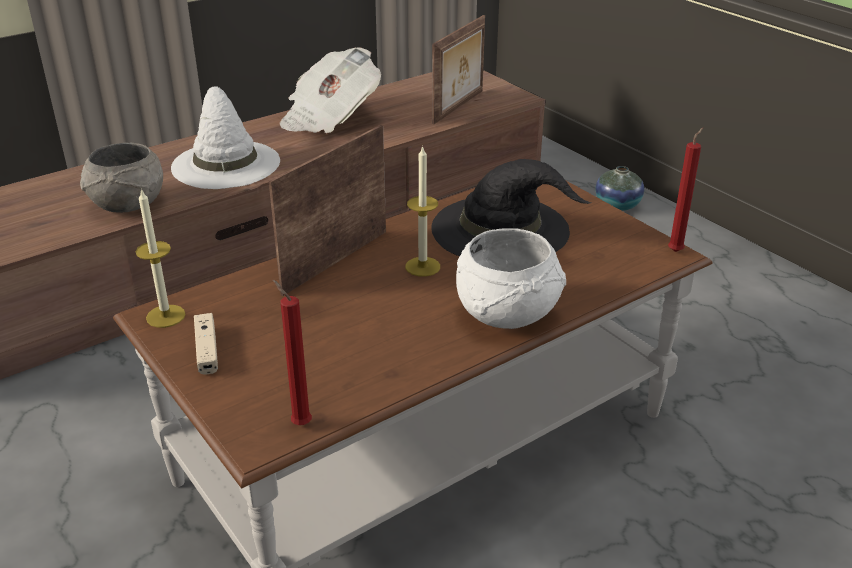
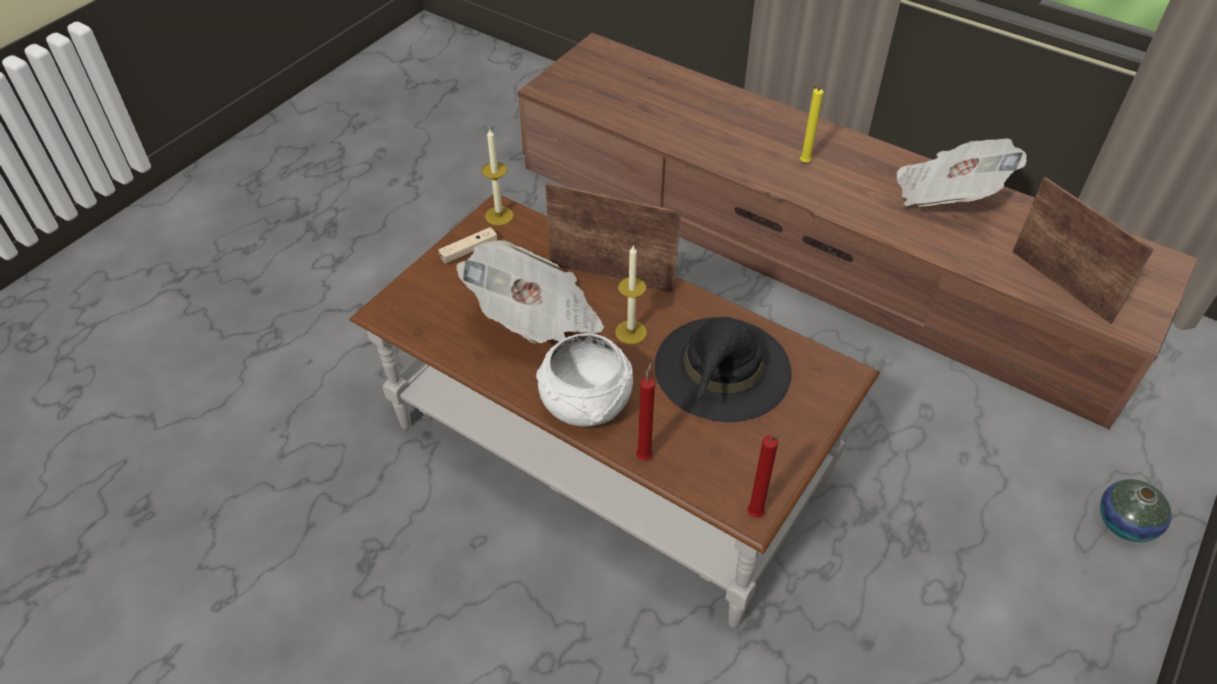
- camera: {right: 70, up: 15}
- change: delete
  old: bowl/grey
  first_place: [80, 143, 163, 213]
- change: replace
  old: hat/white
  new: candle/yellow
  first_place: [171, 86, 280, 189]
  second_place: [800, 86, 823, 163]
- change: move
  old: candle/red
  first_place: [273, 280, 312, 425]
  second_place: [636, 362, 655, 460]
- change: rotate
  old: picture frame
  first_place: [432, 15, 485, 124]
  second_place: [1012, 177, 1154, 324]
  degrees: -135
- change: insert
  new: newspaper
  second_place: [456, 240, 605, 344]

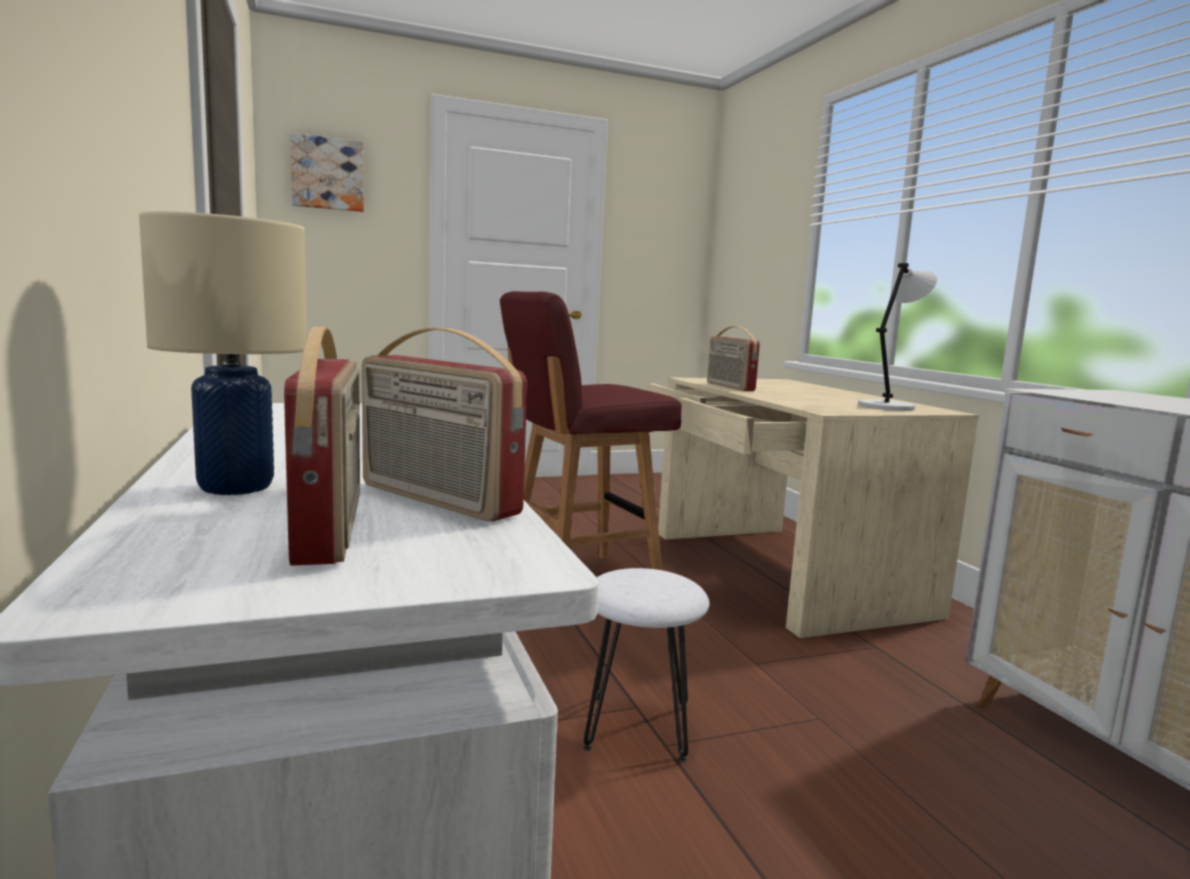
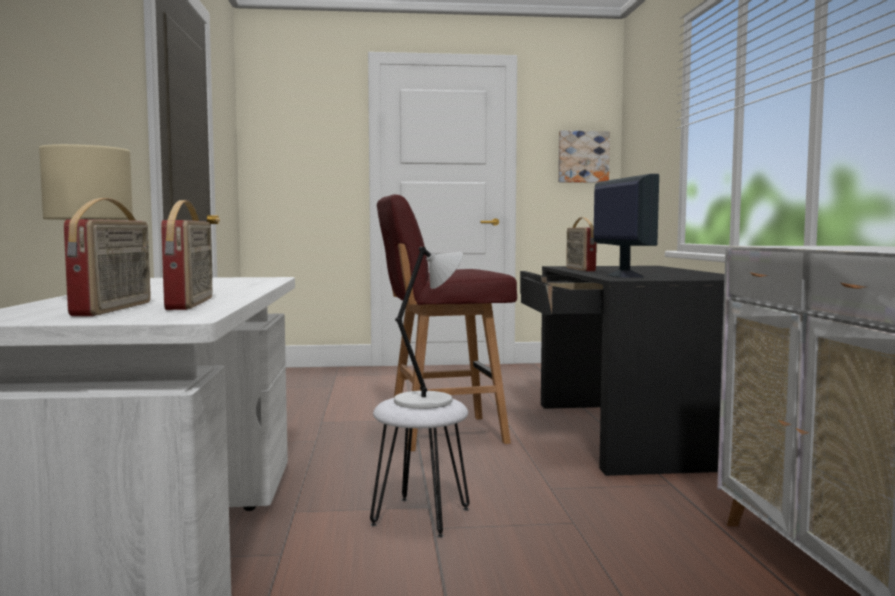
- camera: {right: 15, up: -5}
- change: move
  old: picture
  first_place: [290, 133, 364, 212]
  second_place: [558, 130, 610, 183]
- change: rotate
  old: radio
  first_place: [362, 328, 527, 521]
  second_place: [161, 200, 212, 310]
  degrees: -150
- change: recolor
  old: desk/beige
  new: desk/black
  first_place: [648, 377, 979, 638]
  second_place: [520, 266, 725, 476]
- change: move
  old: table lamp/grey
  first_place: [858, 263, 937, 411]
  second_place: [394, 247, 463, 409]
- change: insert
  new: monitor
  second_place: [594, 174, 659, 278]

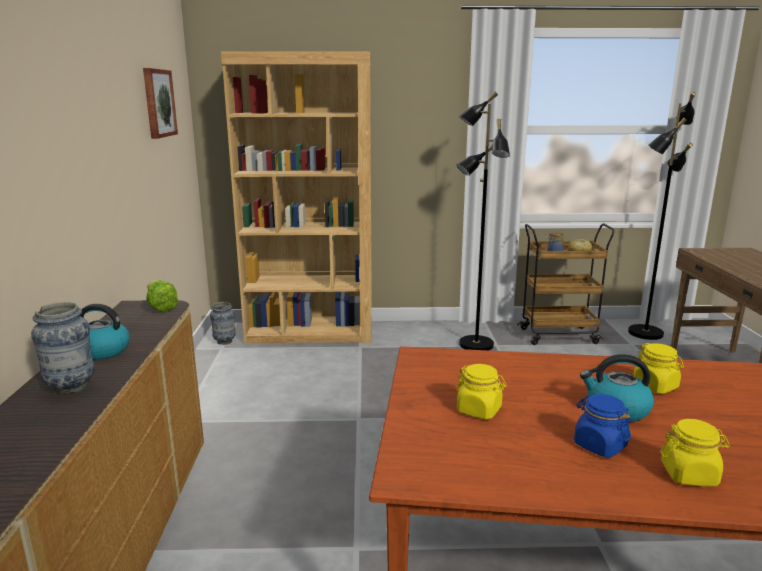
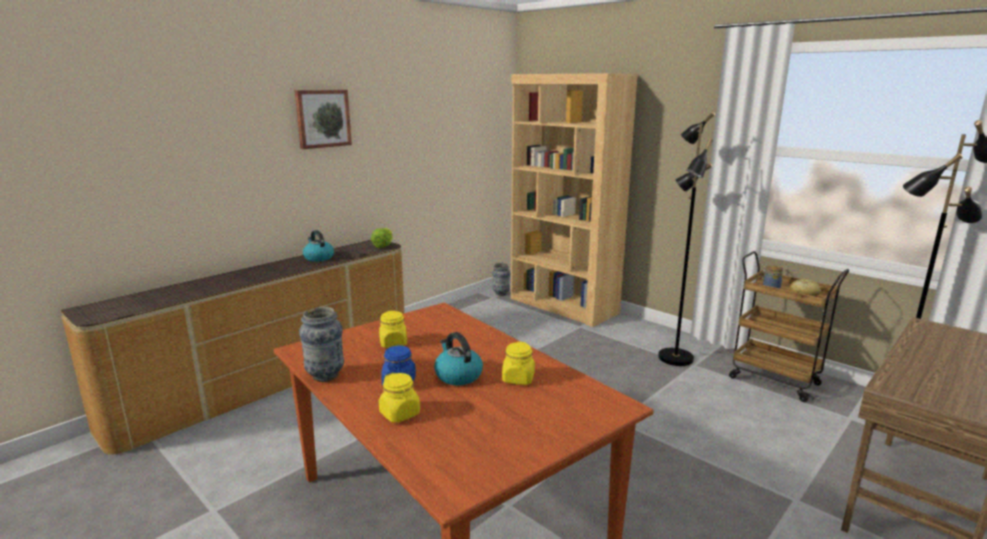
- camera: {right: 45, up: 0}
- change: move
  old: vase
  first_place: [31, 302, 95, 395]
  second_place: [299, 307, 344, 382]
- change: move
  old: picture
  first_place: [143, 68, 178, 139]
  second_place: [295, 90, 352, 149]

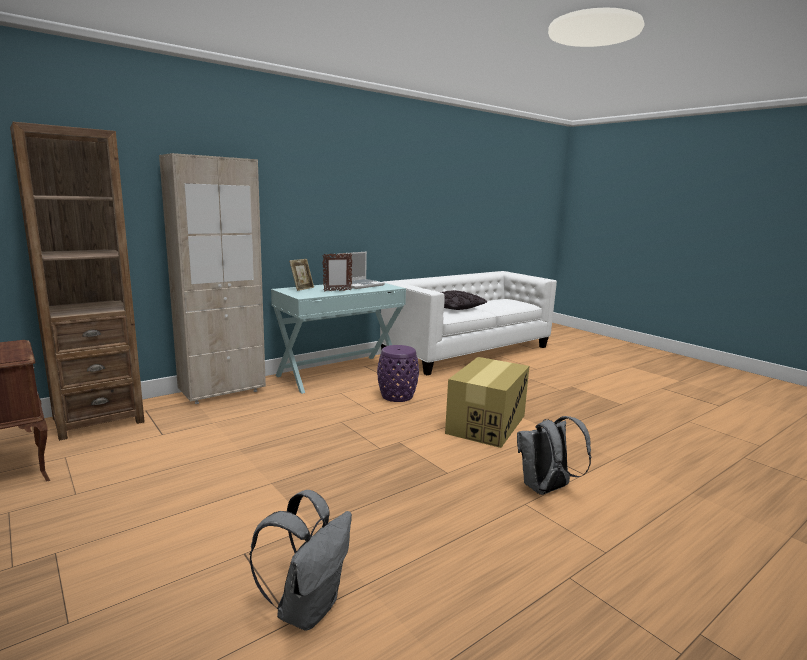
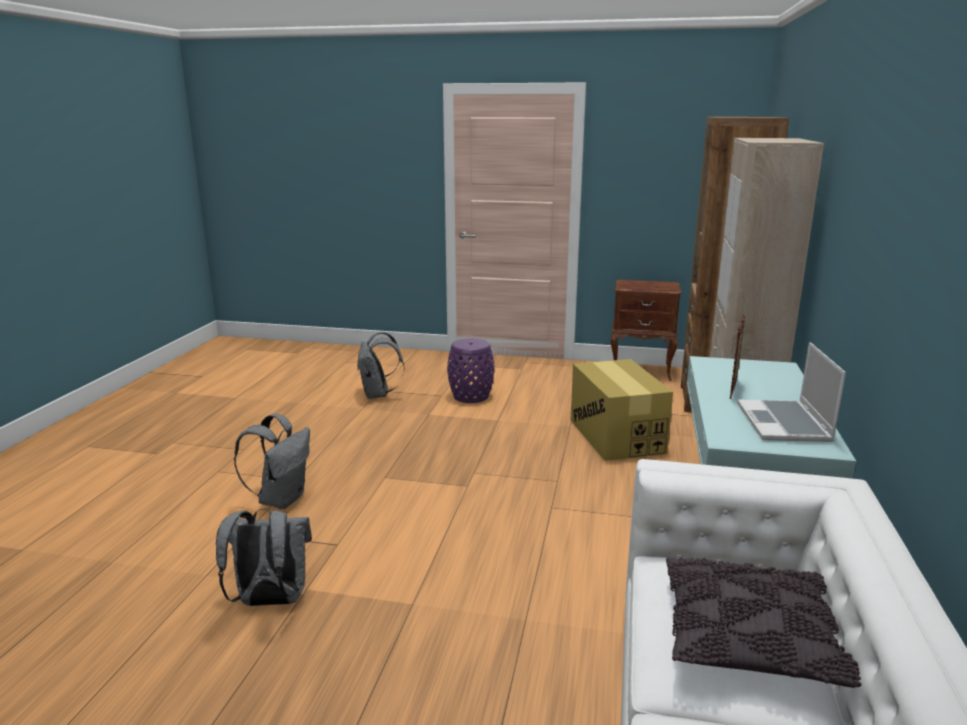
- camera: {right: 140, up: 5}
- change: delete
  old: picture frame
  first_place: [289, 259, 314, 291]
- change: move
  old: stool/purple
  first_place: [377, 345, 419, 402]
  second_place: [447, 338, 495, 403]
- change: move
  old: cardboard box
  first_place: [445, 357, 529, 448]
  second_place: [571, 359, 673, 461]
- change: insert
  new: backpack/grey
  second_place: [216, 509, 312, 606]

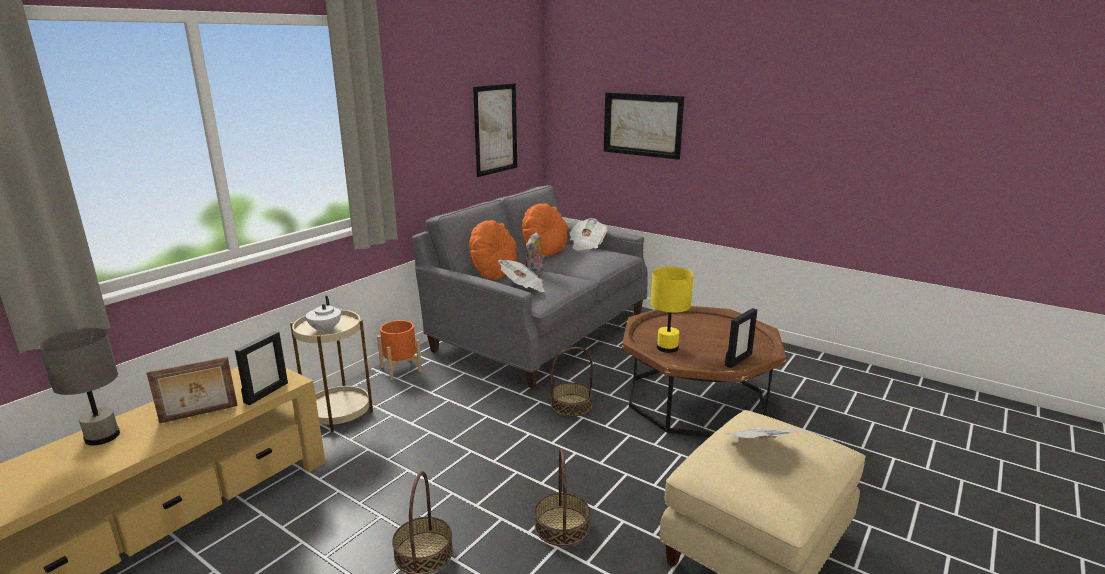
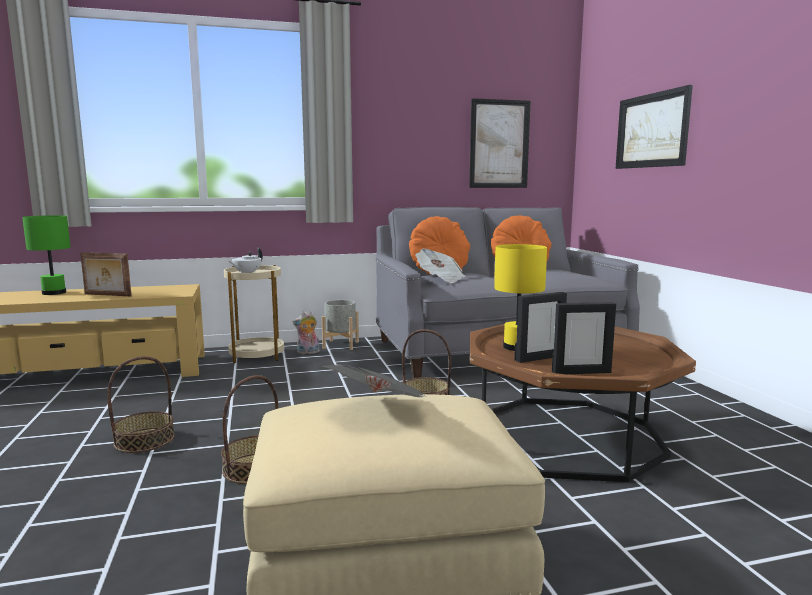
- camera: {right: 40, up: -10}
- change: recolor
  old: table lamp/grey
  new: table lamp/green
  first_place: [39, 328, 120, 446]
  second_place: [23, 215, 70, 295]
- change: move
  old: picture frame
  first_place: [235, 331, 288, 405]
  second_place: [514, 292, 567, 363]
- change: recolor
  old: planter/orange
  new: planter/grey
  first_place: [377, 320, 422, 380]
  second_place: [322, 300, 359, 350]
- change: move
  old: plush toy
  first_place: [526, 232, 544, 276]
  second_place: [293, 311, 320, 354]
- change: delete
  old: newspaper
  first_place: [569, 218, 608, 250]

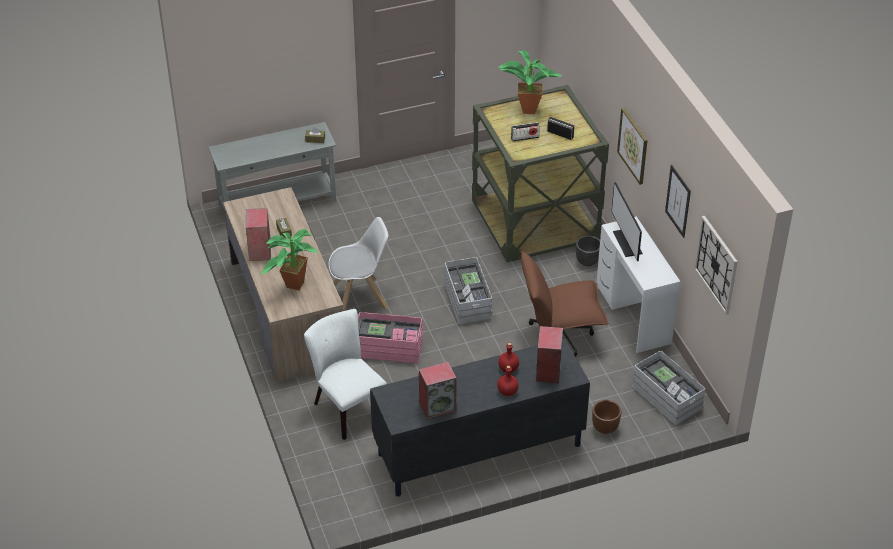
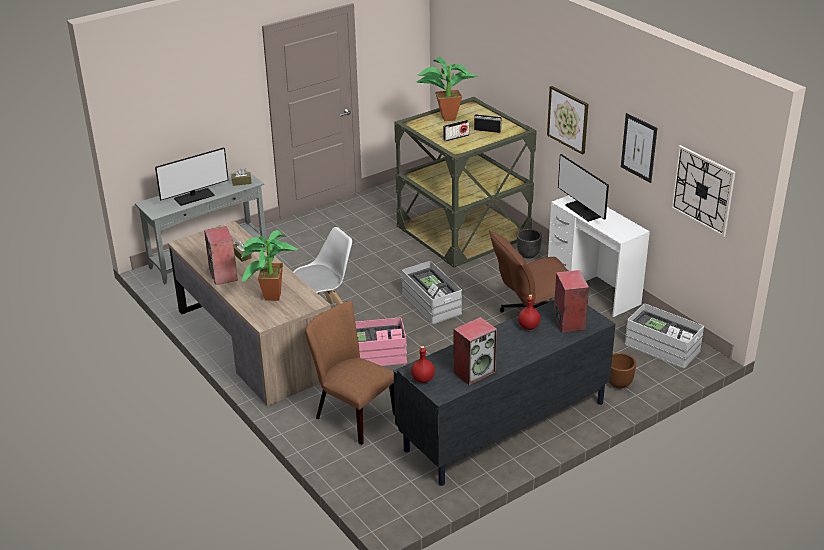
- camera: {right: -15, up: -10}
- change: recolor
  old: chair/white
  new: chair/brown
  first_place: [304, 309, 387, 440]
  second_place: [305, 300, 395, 445]
- change: move
  old: bottle/red
  first_place: [497, 366, 519, 396]
  second_place: [411, 346, 435, 383]
- change: insert
  new: monitor
  second_place: [155, 148, 228, 206]

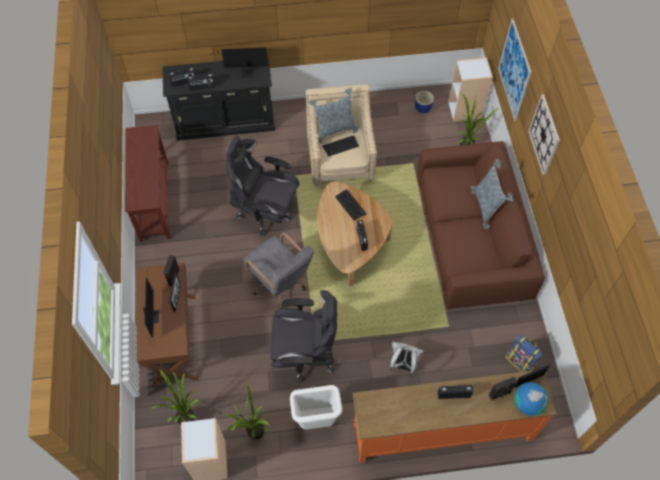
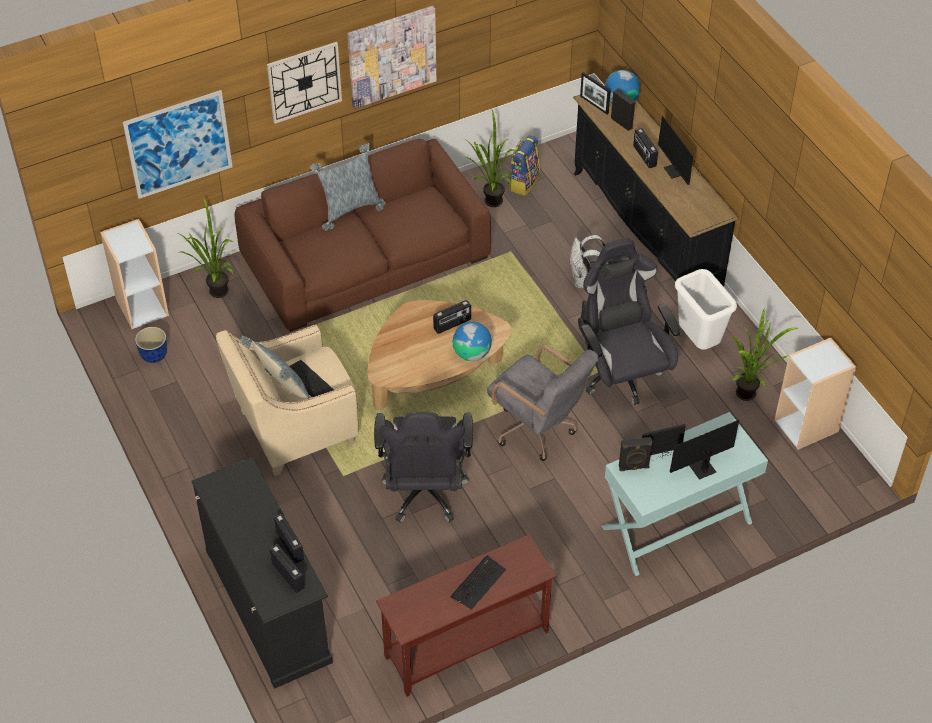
- camera: {right: -110, up: -10}
- change: recolor
  old: desk/brown
  new: desk/turquoise
  first_place: [136, 263, 199, 386]
  second_place: [601, 412, 768, 576]
- change: move
  old: potted plant
  first_place: [151, 369, 198, 425]
  second_place: [464, 108, 517, 207]
- change: move
  old: monitor
  first_place: [210, 47, 268, 78]
  second_place: [658, 116, 699, 185]
- change: rotate
  old: office chair/grey
  first_place: [243, 232, 314, 309]
  second_place: [487, 344, 598, 461]
  degrees: 105
- change: move
  old: keyboard
  first_place: [335, 189, 367, 221]
  second_place: [451, 556, 506, 610]
- change: recolor
  old: dresser/orange
  new: dresser/black
  first_place: [352, 371, 557, 463]
  second_place: [573, 95, 738, 287]
- change: insert
  new: picture
  second_place: [347, 6, 436, 109]
- change: insert
  new: globe
  second_place: [453, 322, 492, 361]

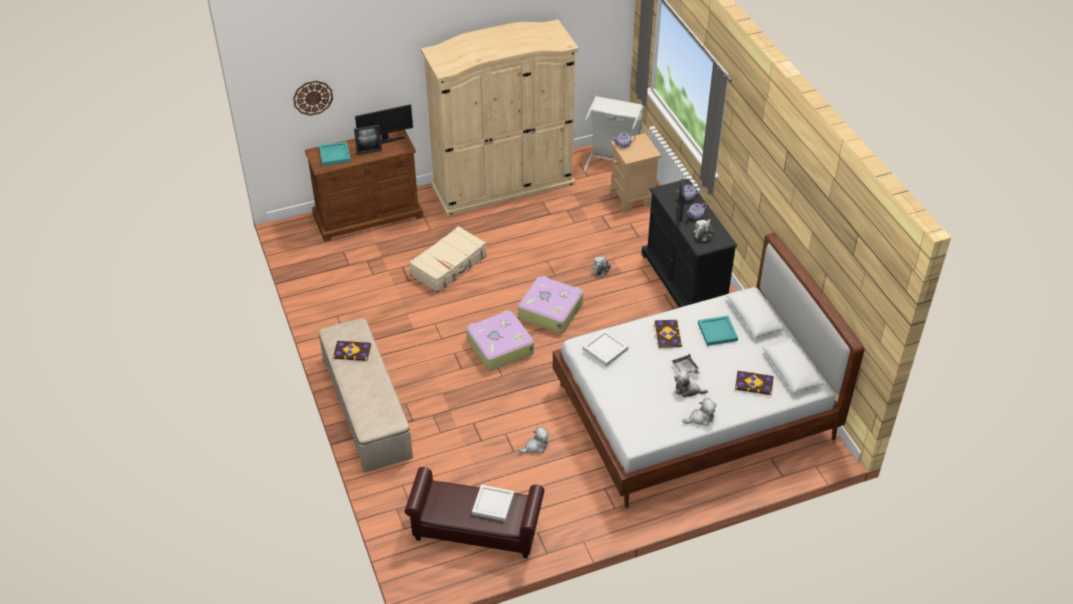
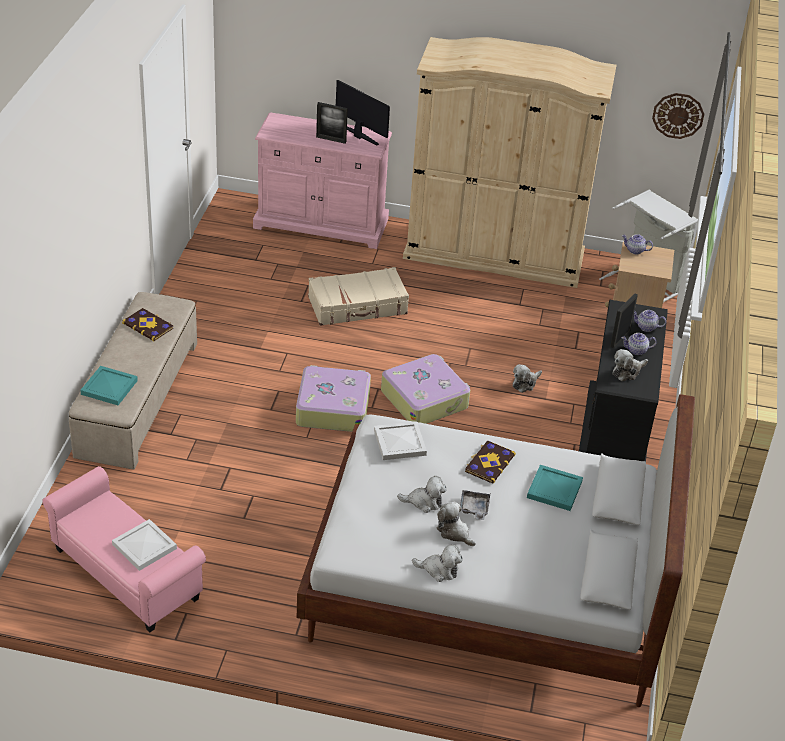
- camera: {right: 30, up: -5}
- change: move
  old: wall clock
  first_place: [293, 81, 333, 116]
  second_place: [652, 93, 704, 139]
- change: recolor
  old: dresser/brown
  new: dresser/pink
  first_place: [305, 130, 423, 242]
  second_place: [253, 112, 392, 249]
- change: move
  old: tray/turquoise
  first_place: [319, 141, 351, 166]
  second_place: [80, 366, 138, 405]
- change: rotate
  old: monitor
  first_place: [355, 104, 413, 144]
  second_place: [336, 80, 390, 146]
  degrees: -150
- change: recolor
  old: ottoman/brown
  new: ottoman/pink
  first_place: [405, 467, 545, 558]
  second_place: [42, 466, 206, 632]
- change: move
  old: plush toy
  first_place: [519, 426, 549, 454]
  second_place: [397, 476, 447, 513]
- change: delete
  old: book
  first_place: [735, 371, 774, 395]

